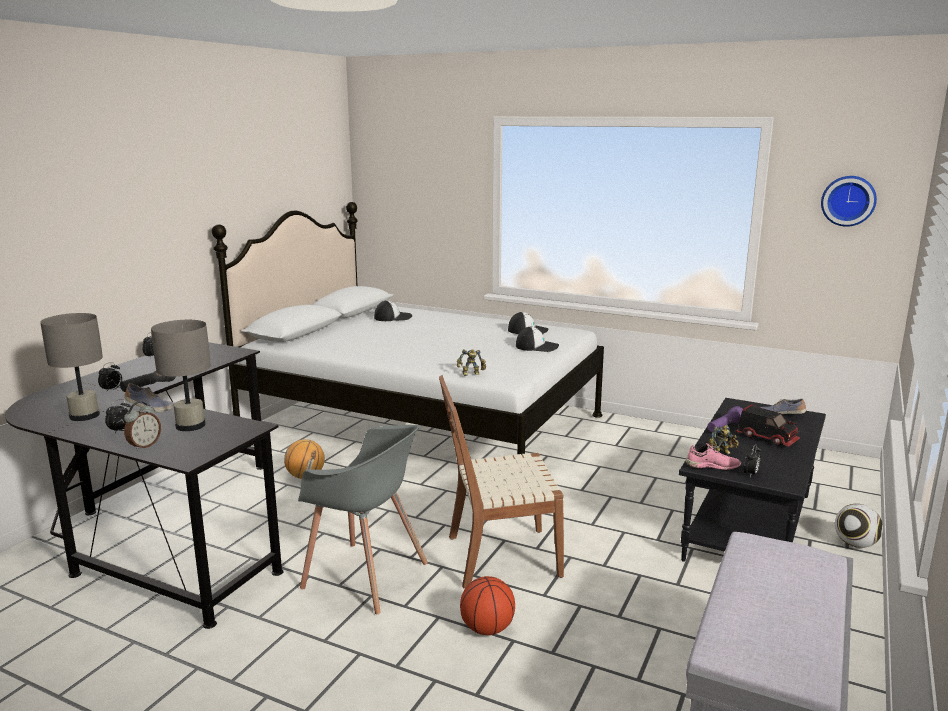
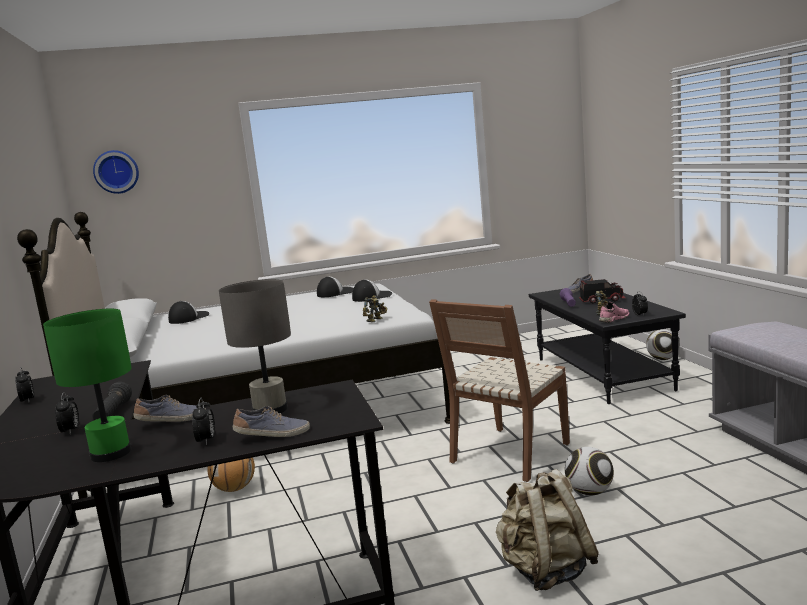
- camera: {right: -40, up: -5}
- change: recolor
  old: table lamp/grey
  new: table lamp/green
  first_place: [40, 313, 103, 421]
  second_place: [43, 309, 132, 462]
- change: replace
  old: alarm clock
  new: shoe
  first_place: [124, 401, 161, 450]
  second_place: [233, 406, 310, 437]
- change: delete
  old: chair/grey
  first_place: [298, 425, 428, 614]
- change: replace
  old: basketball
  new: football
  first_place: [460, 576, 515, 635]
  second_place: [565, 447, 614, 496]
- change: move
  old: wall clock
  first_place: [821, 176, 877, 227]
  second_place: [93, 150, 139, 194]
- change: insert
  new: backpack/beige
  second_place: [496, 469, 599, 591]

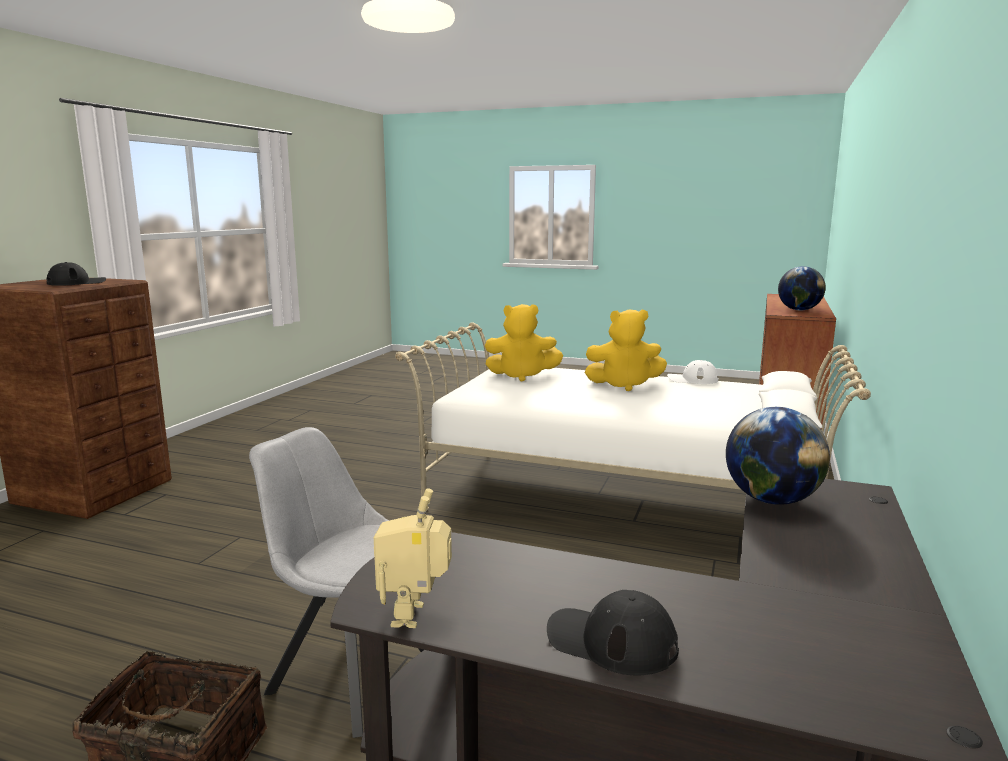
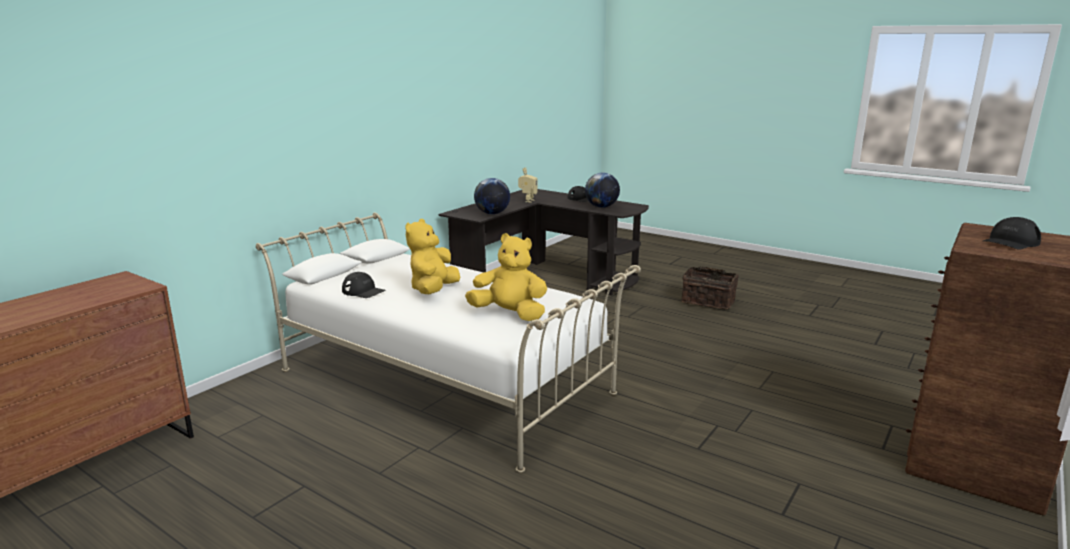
- camera: {right: -165, up: 5}
- change: delete
  old: chair/grey
  first_place: [249, 427, 424, 738]
- change: move
  old: toy robot
  first_place: [374, 488, 452, 628]
  second_place: [518, 167, 537, 203]
- change: rotate
  old: plush toy/yellow
  first_place: [585, 309, 667, 391]
  second_place: [406, 219, 460, 294]
  degrees: -90
- change: recolor
  old: cap/white
  new: cap/black
  first_place: [667, 360, 718, 384]
  second_place: [342, 272, 385, 298]
- change: move
  old: globe
  first_place: [778, 266, 826, 310]
  second_place: [585, 173, 620, 208]

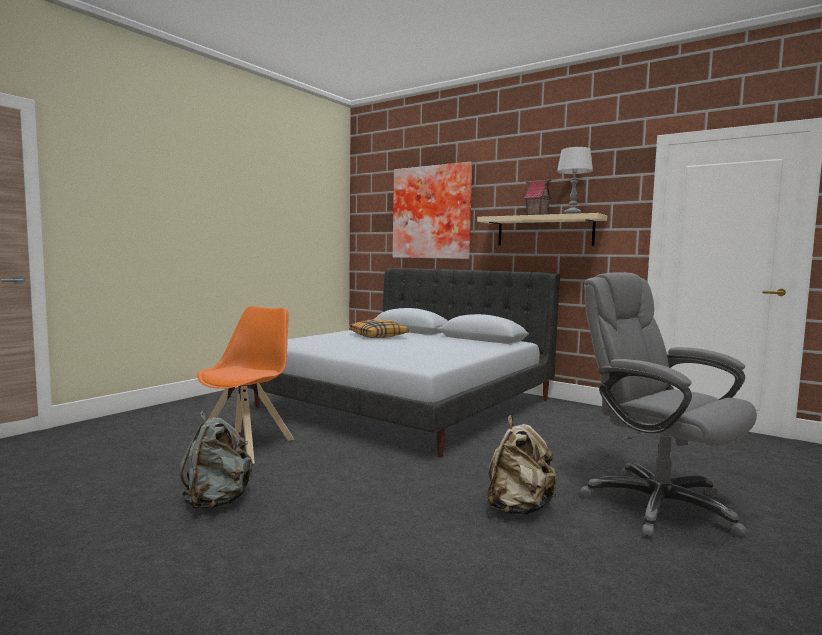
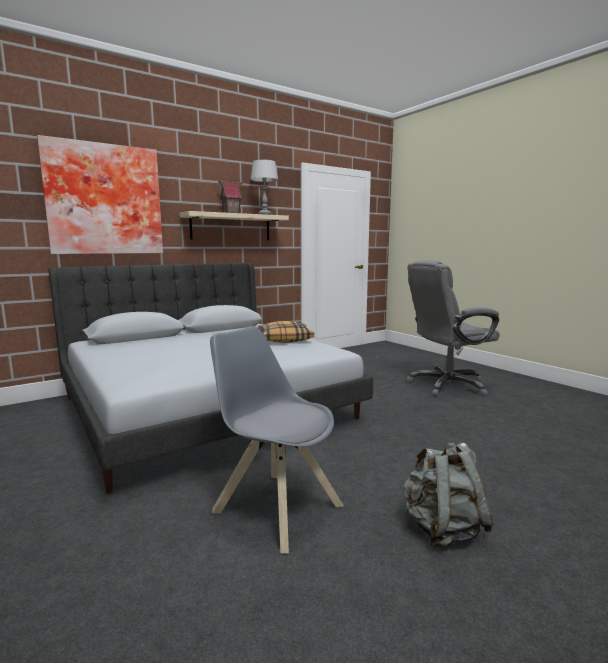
- camera: {right: -70, up: 5}
- change: recolor
  old: chair/orange
  new: chair/grey
  first_place: [197, 306, 294, 464]
  second_place: [210, 326, 344, 554]
- change: move
  old: pillow
  first_place: [350, 319, 408, 338]
  second_place: [258, 321, 315, 343]
- change: delete
  old: backpack/beige
  first_place: [487, 415, 557, 515]

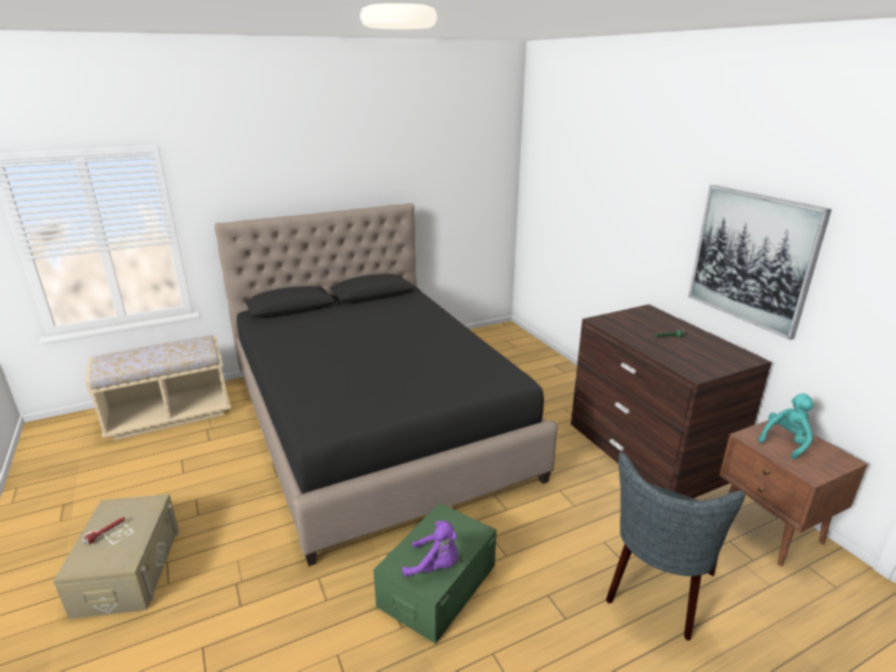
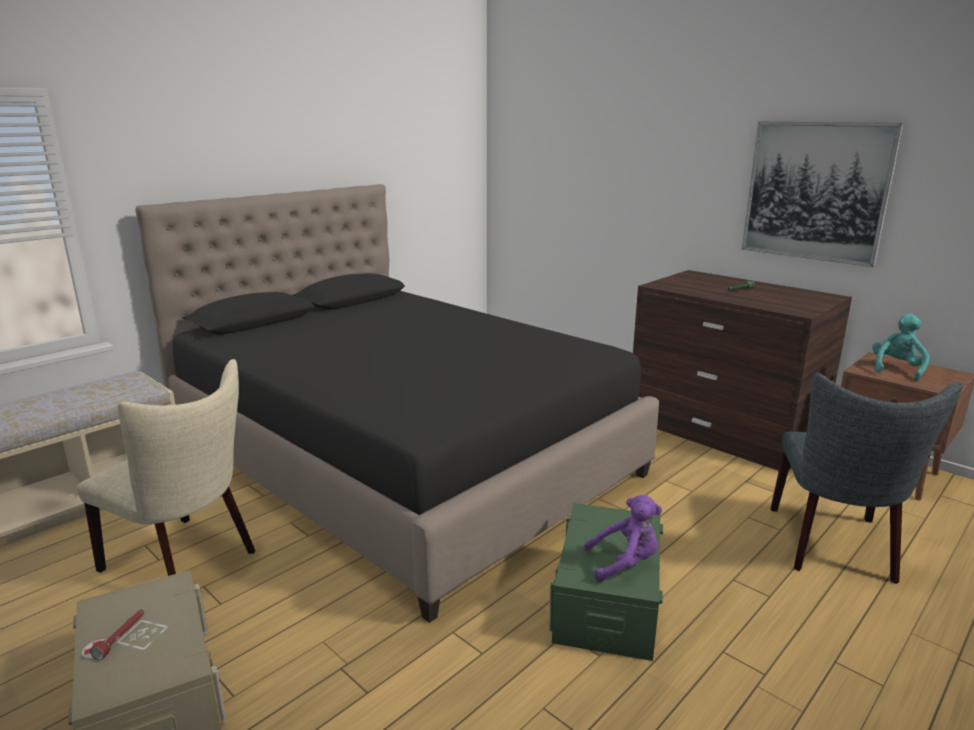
- camera: {right: -20, up: -5}
- change: insert
  new: chair/beige
  second_place: [77, 359, 255, 576]

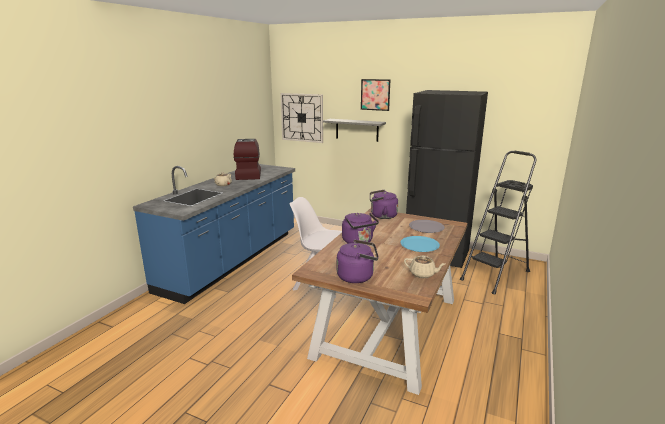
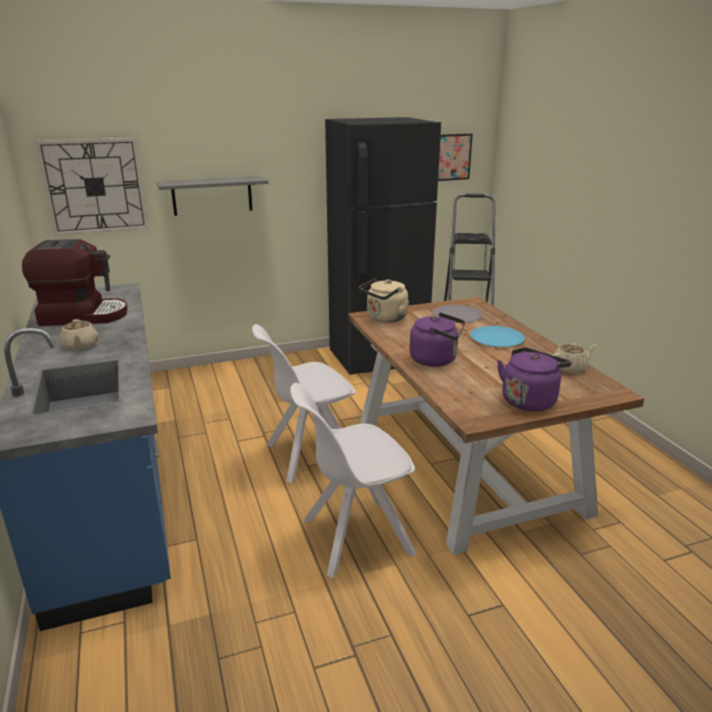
- camera: {right: -45, up: 5}
- change: rotate
  old: coffee machine
  first_place: [234, 139, 261, 180]
  second_place: [22, 239, 127, 326]
  degrees: 135
- change: move
  old: picture
  first_place: [361, 79, 390, 111]
  second_place: [438, 134, 473, 181]
- change: recolor
  old: kettle/purple
  new: kettle/beige
  first_place: [370, 190, 398, 219]
  second_place: [359, 278, 409, 322]
- change: insert
  new: chair/white
  second_place: [290, 383, 416, 578]

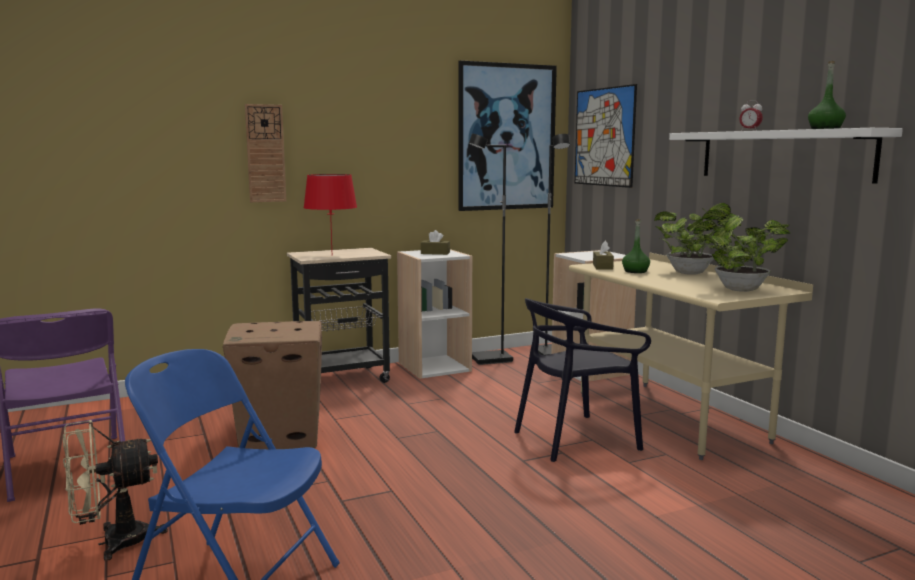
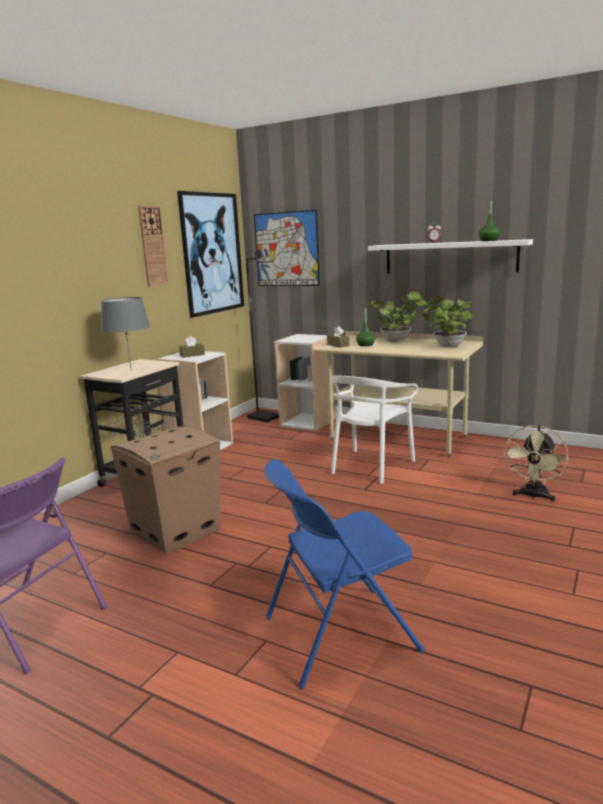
- camera: {right: -35, up: 5}
- change: move
  old: fan/beige
  first_place: [63, 420, 168, 561]
  second_place: [503, 425, 568, 502]
- change: move
  old: wall clock
  first_place: [245, 104, 286, 202]
  second_place: [138, 206, 169, 287]
- change: recolor
  old: table lamp/red
  new: table lamp/grey
  first_place: [303, 174, 357, 248]
  second_place: [101, 297, 150, 371]
- change: delete
  old: floor lamp/black
  first_place: [469, 134, 513, 365]
- change: recolor
  old: chair/black
  new: chair/white
  first_place: [514, 298, 651, 462]
  second_place: [331, 376, 418, 484]

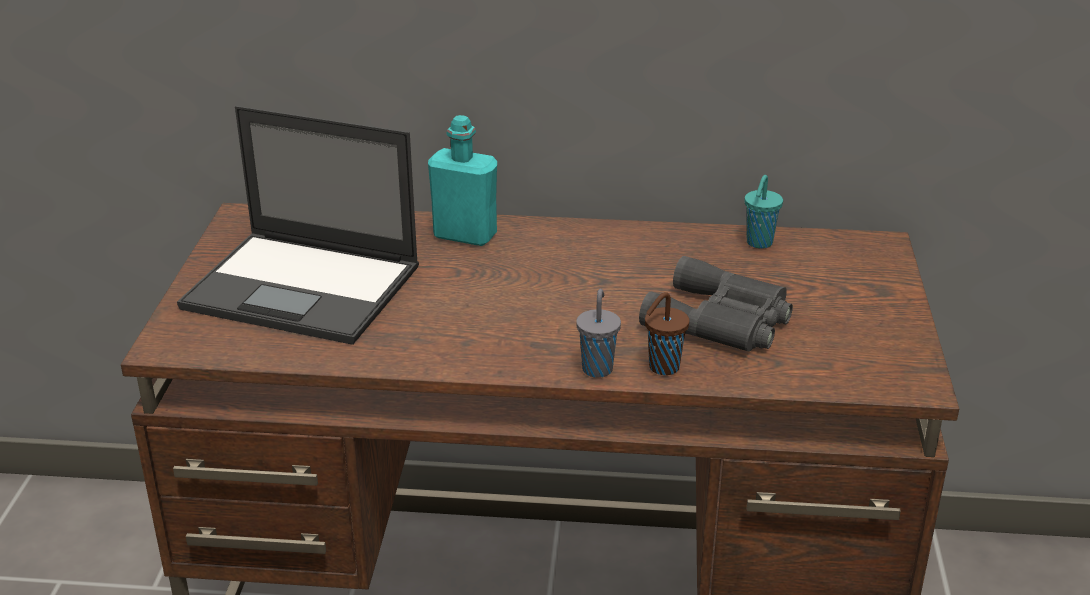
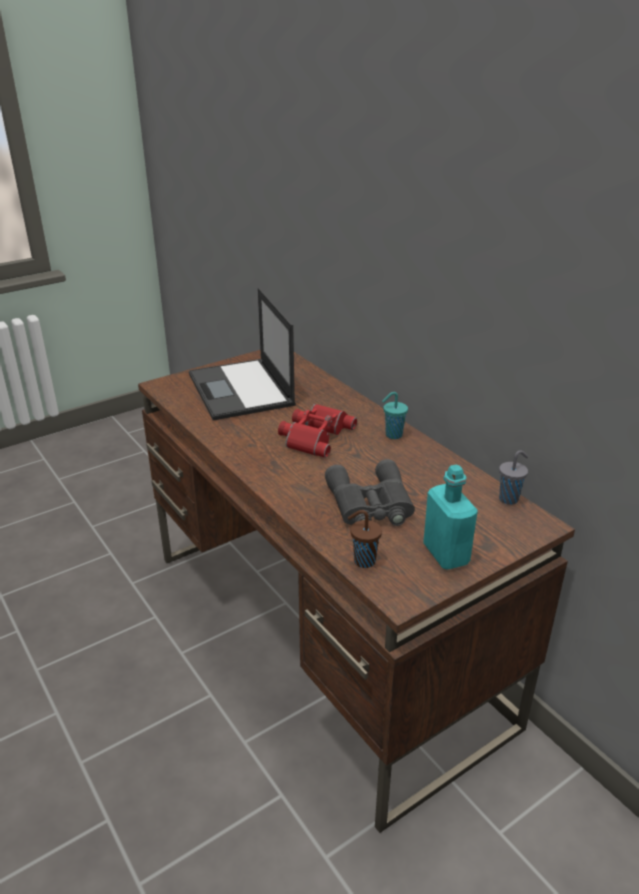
- camera: {right: 50, up: 0}
- change: move
  old: bottle/turquoise
  first_place: [428, 115, 497, 246]
  second_place: [423, 465, 478, 569]
- change: move
  old: cup/grey
  first_place: [576, 289, 621, 378]
  second_place: [499, 450, 528, 505]
- change: move
  old: cup/brown
  first_place: [645, 292, 689, 375]
  second_place: [348, 510, 382, 568]
- change: move
  old: cup/turquoise
  first_place: [745, 175, 783, 248]
  second_place: [382, 392, 408, 439]
- change: insert
  new: binoculars/red
  second_place: [278, 404, 357, 458]

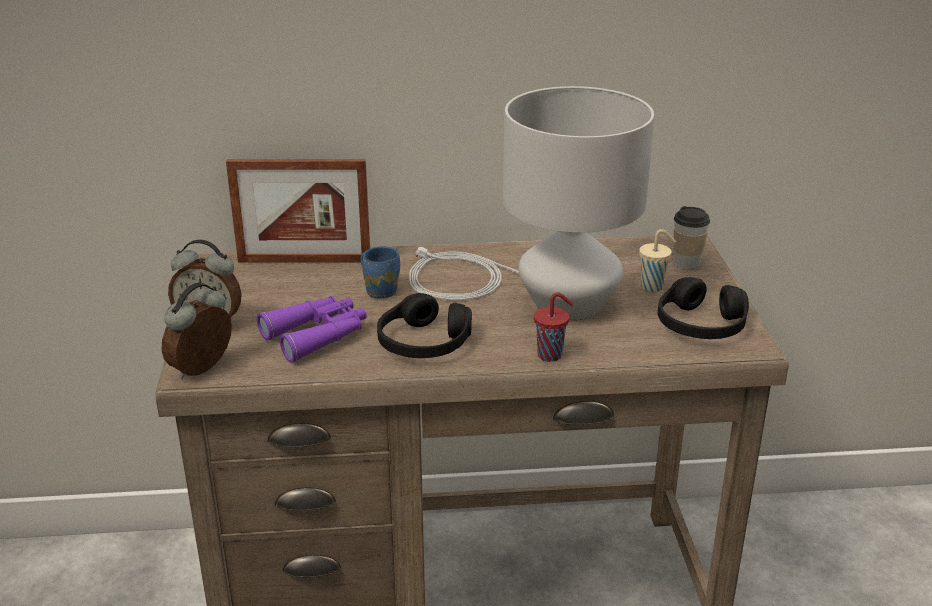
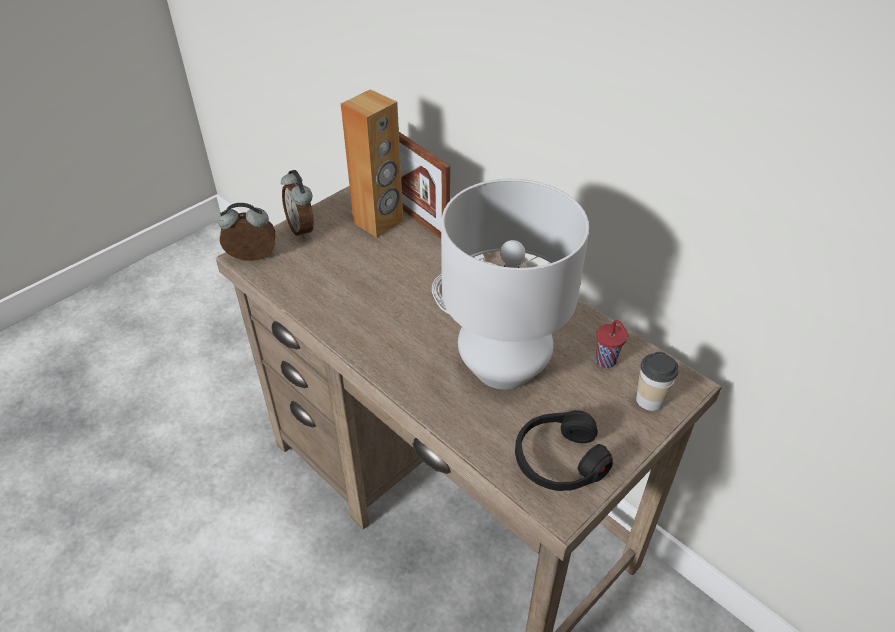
- camera: {right: 50, up: 15}
- change: delete
  old: binoculars/purple
  first_place: [257, 296, 367, 363]
- change: delete
  old: mug/blue
  first_place: [360, 246, 400, 298]
- change: delete
  old: headphones/black
  first_place: [377, 293, 472, 358]
- change: move
  old: cup/red
  first_place: [534, 292, 574, 362]
  second_place: [596, 320, 629, 368]
- change: delete
  old: cup/beige
  first_place: [639, 229, 676, 292]
- change: insert
  new: speaker/brown
  second_place: [341, 89, 403, 238]

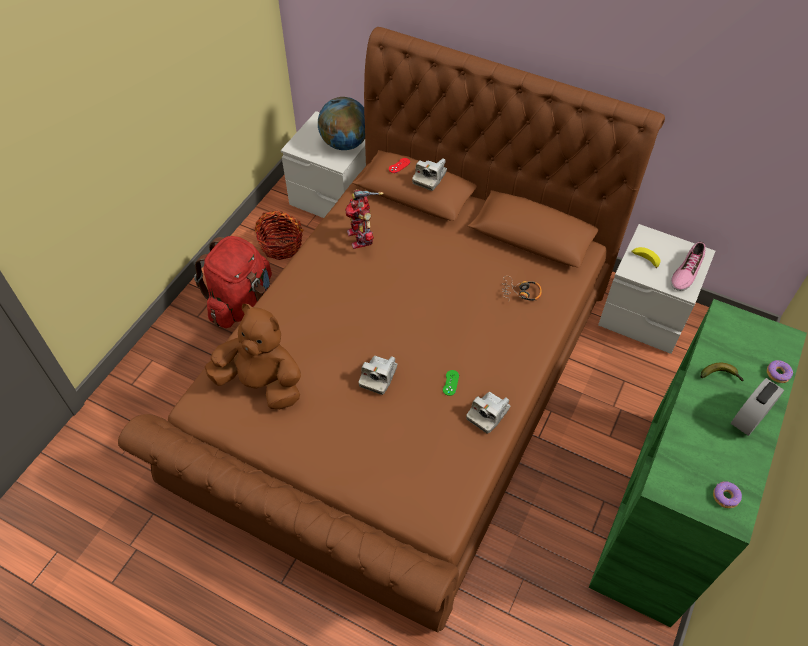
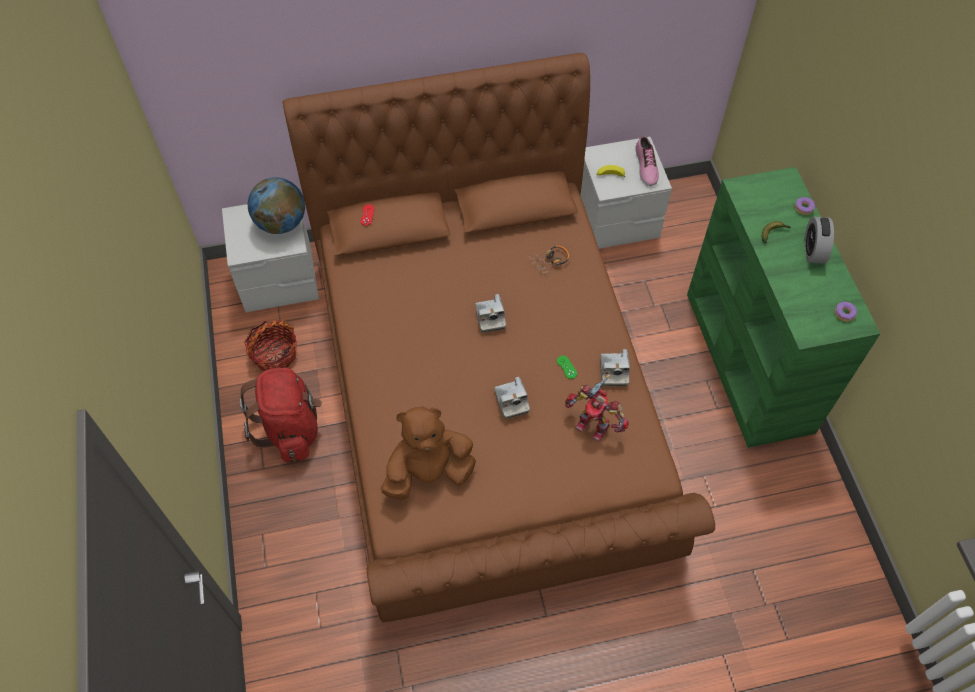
- camera: {right: -40, up: 5}
- change: move
  old: toy robot
  first_place: [345, 189, 384, 249]
  second_place: [565, 374, 629, 441]
- change: move
  old: photo camera
  first_place: [412, 158, 447, 191]
  second_place: [475, 294, 506, 333]

